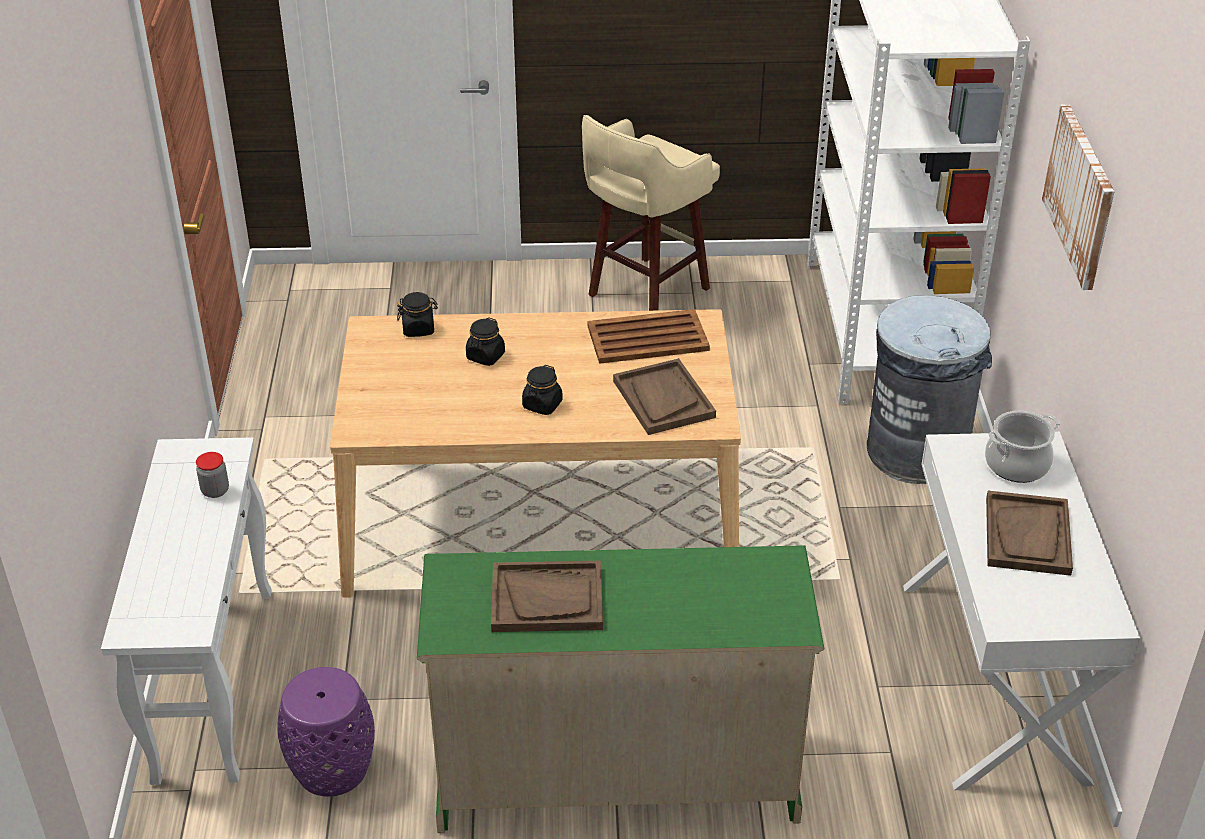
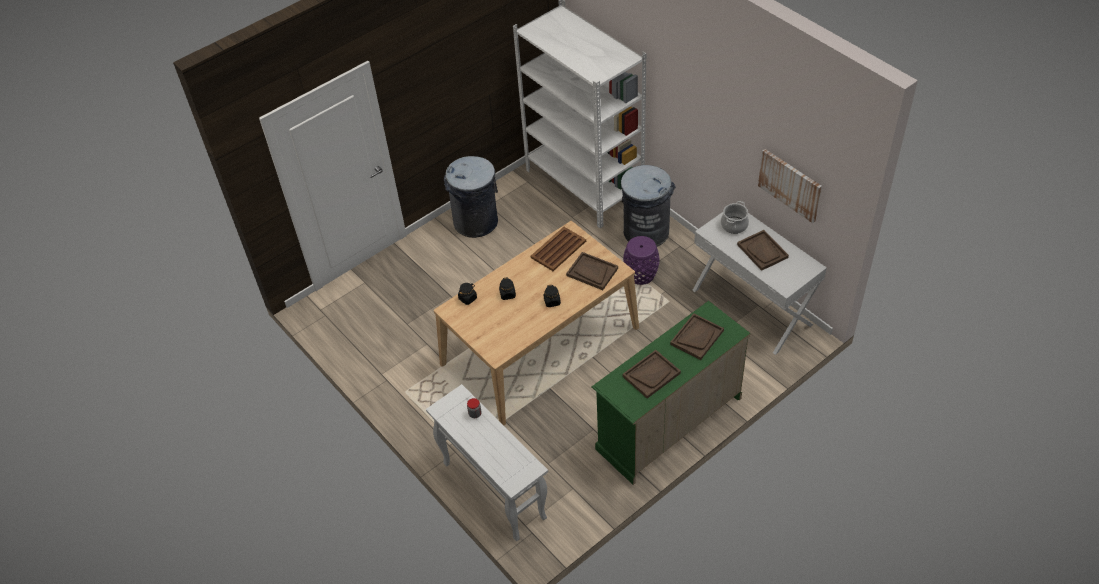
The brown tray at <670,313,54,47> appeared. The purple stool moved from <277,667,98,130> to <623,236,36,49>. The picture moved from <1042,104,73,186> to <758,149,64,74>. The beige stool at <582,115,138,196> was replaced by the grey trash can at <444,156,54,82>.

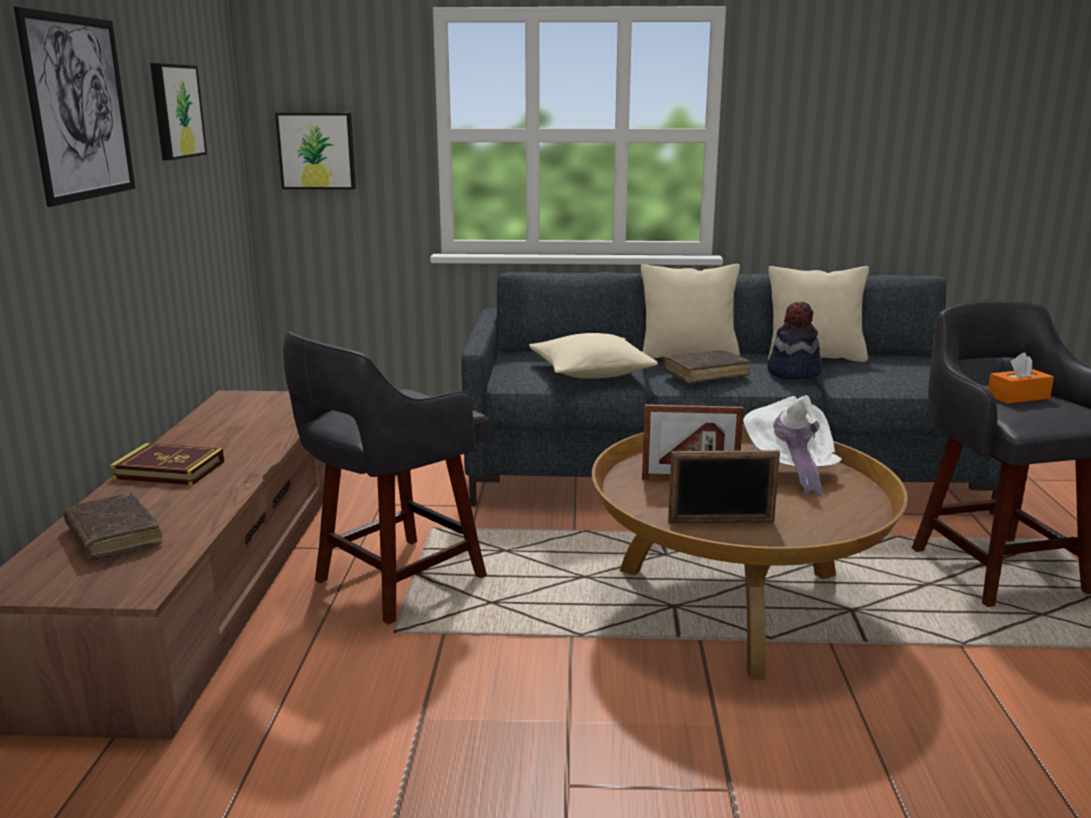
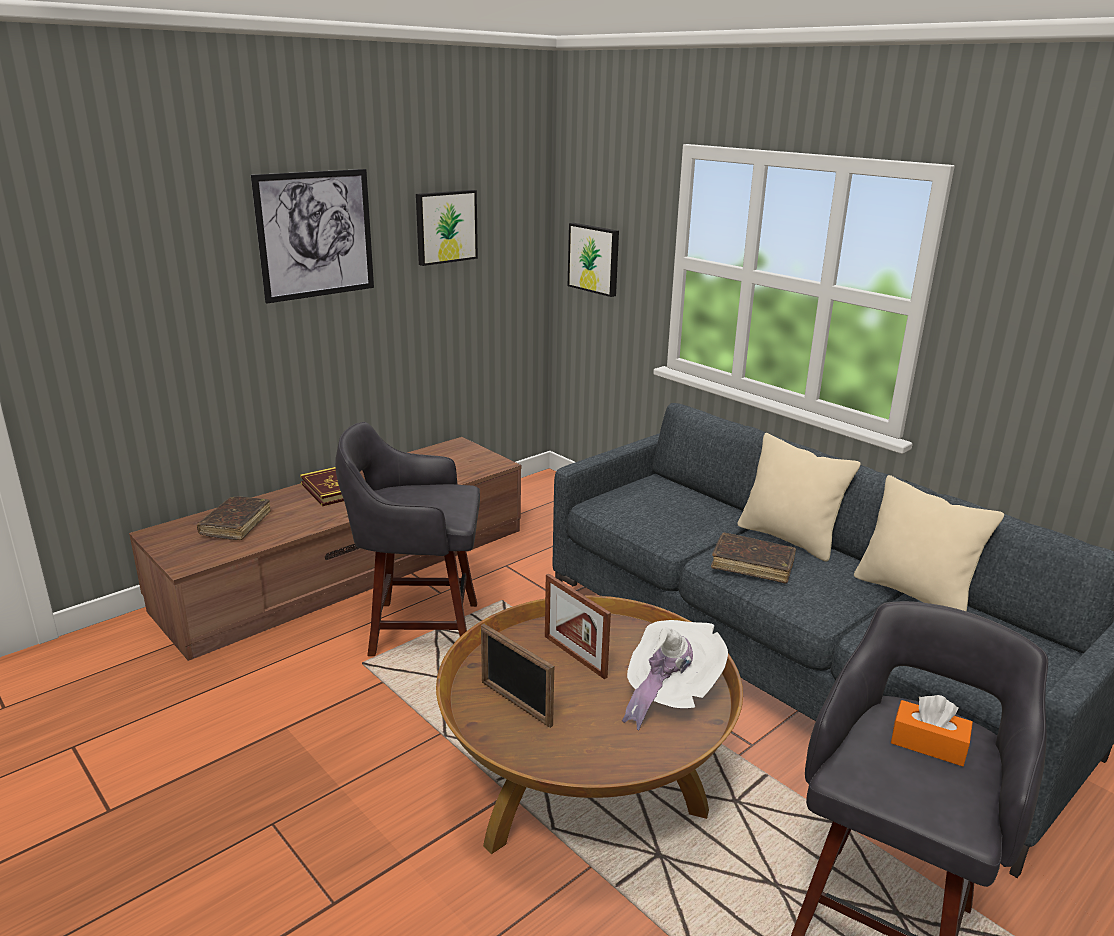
The beige pillow at <529,333,129,46> disappeared. The hat at <768,302,53,78> disappeared.

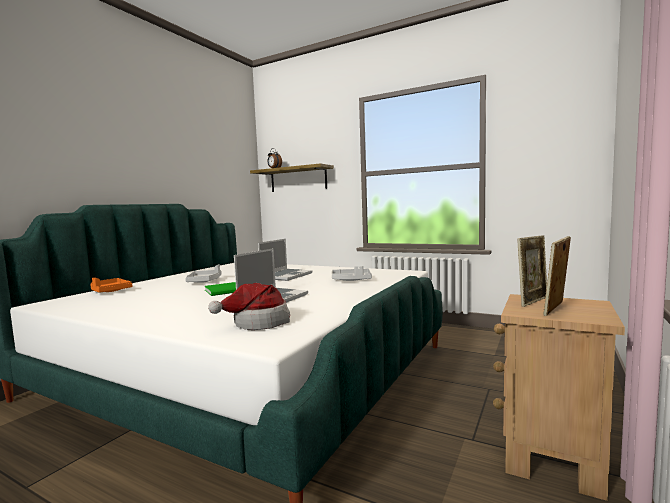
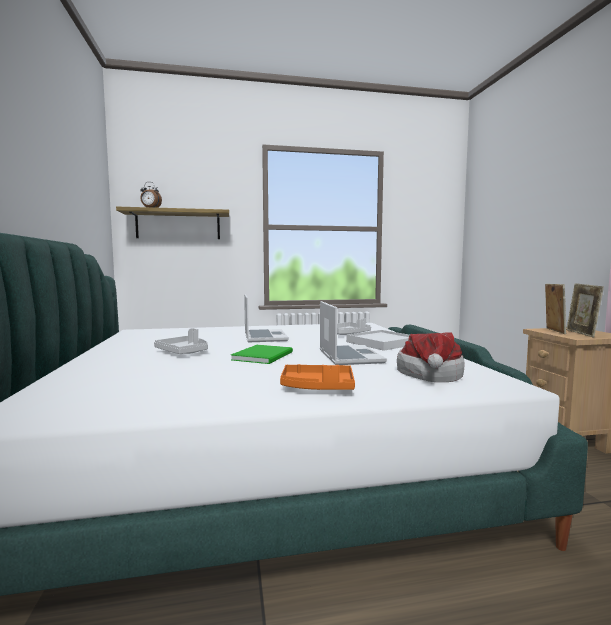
The white tray at <346,330,64,21> appeared. The orange tray moved from <90,277,42,16> to <280,364,75,26>.

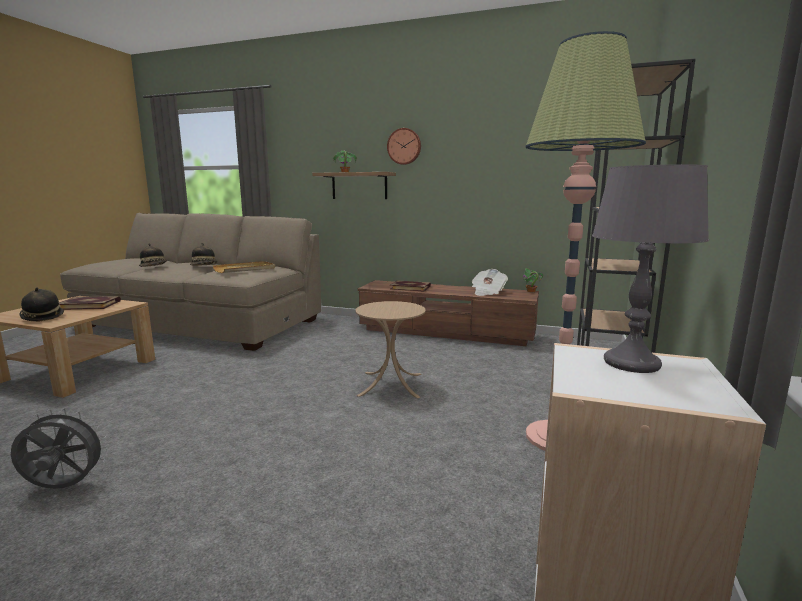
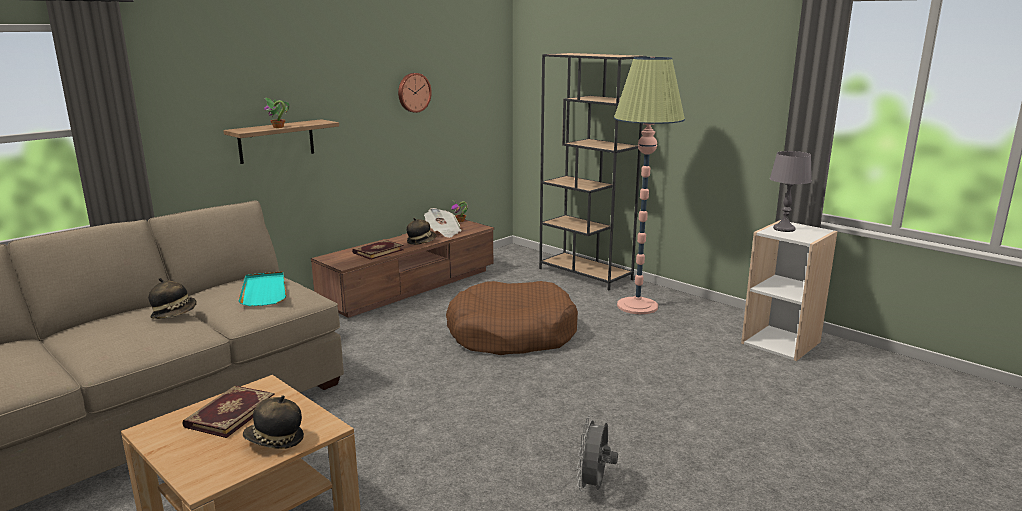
The hat moved from <139,244,28,23> to <406,218,30,27>. The wall clock moved from <387,128,34,37> to <398,73,34,40>. The beige side table at <355,301,71,98> was replaced by the brown dog bed at <446,281,132,74>. The beige tray at <212,261,63,12> became the turquoise tray at <238,271,48,35>.

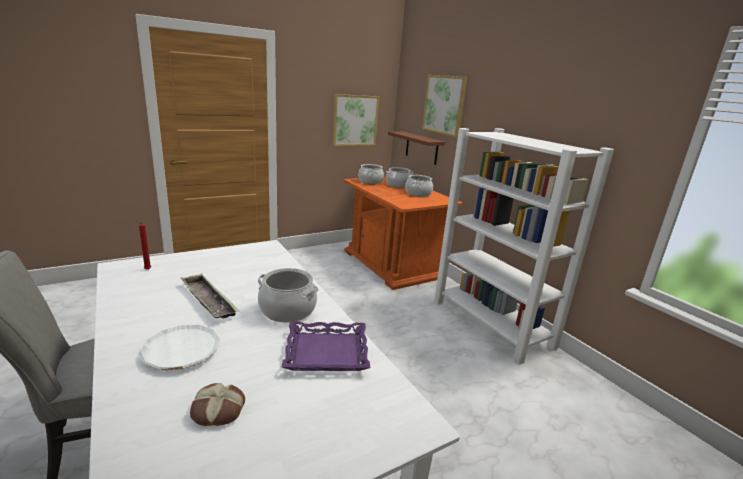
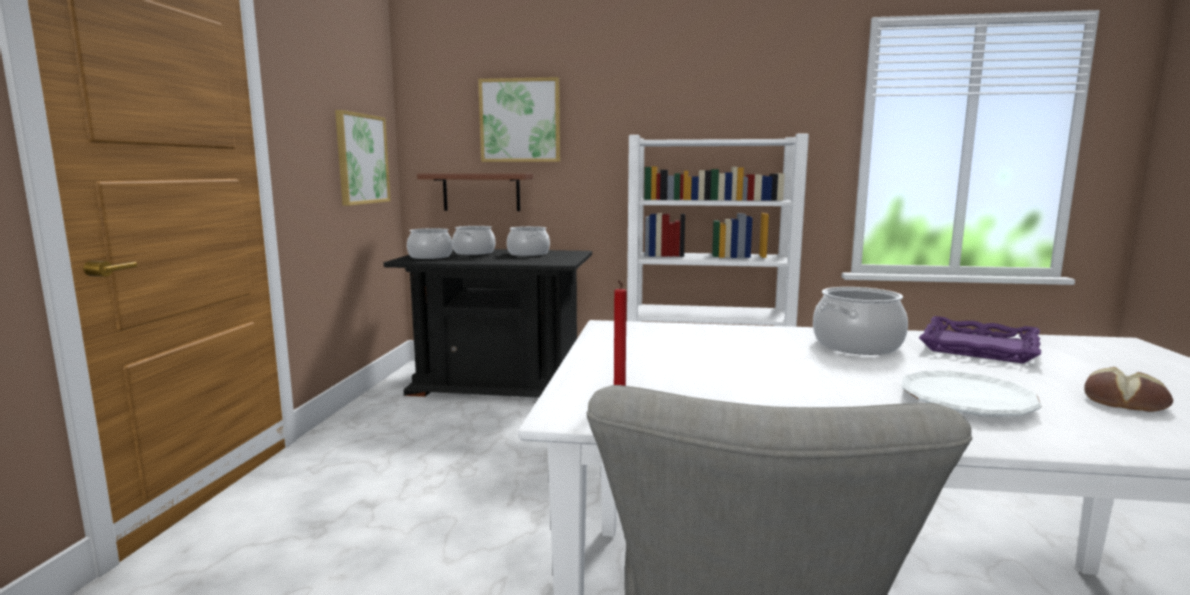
The tray at <180,274,59,44> disappeared. The orange cabinet at <343,177,120,113> became the black cabinet at <384,249,208,149>.

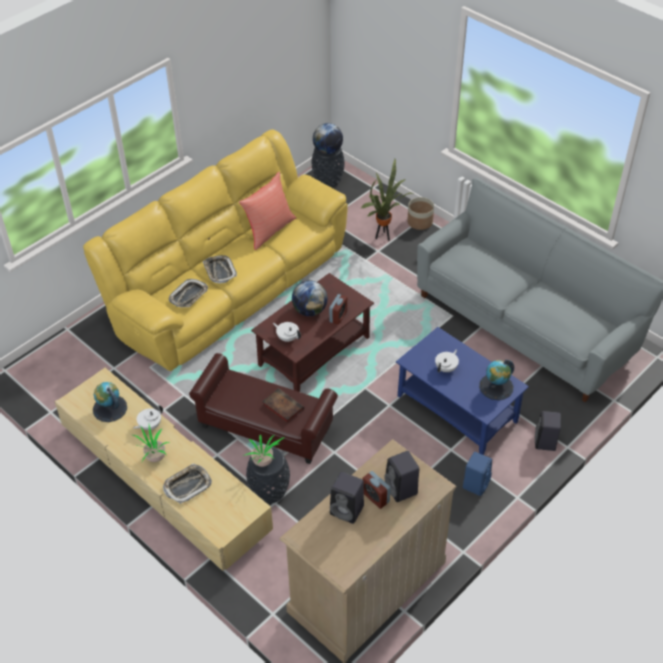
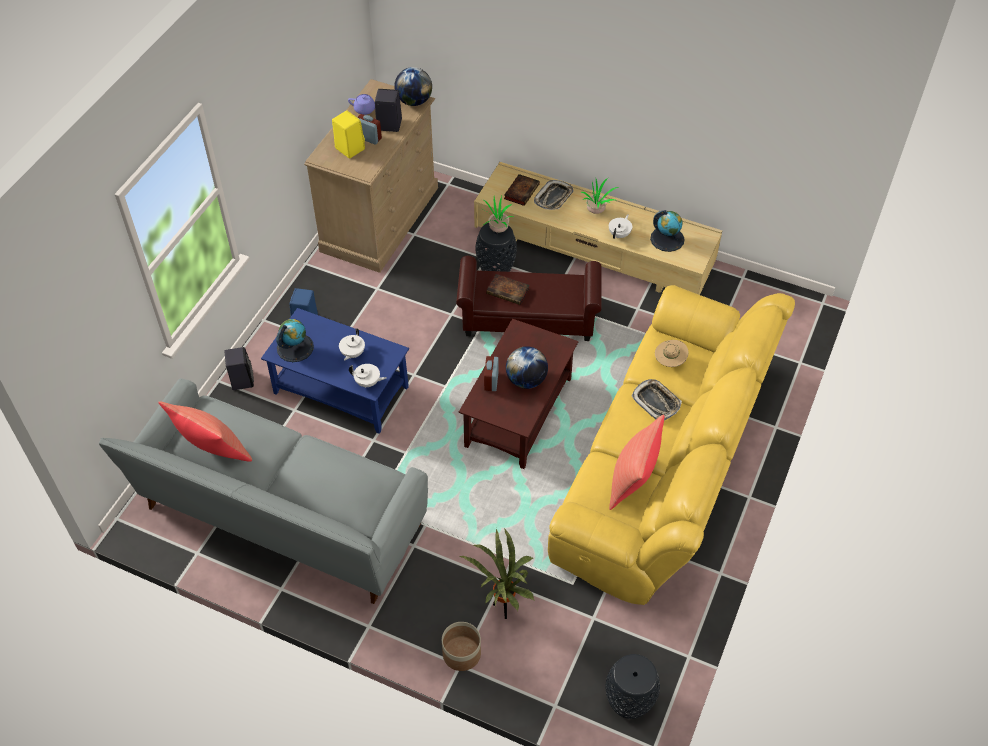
The red pillow at <158,401,94,61> appeared. The purple teapot at <348,94,27,21> appeared. The book at <504,174,36,32> appeared. The white teapot moved from <273,322,28,20> to <349,364,37,24>. The globe moved from <313,123,30,31> to <394,67,38,39>. The tray at <169,279,39,28> was replaced by the beige hat at <655,340,34,27>. The black speaker at <384,451,35,51> became the yellow speaker at <332,111,33,47>.

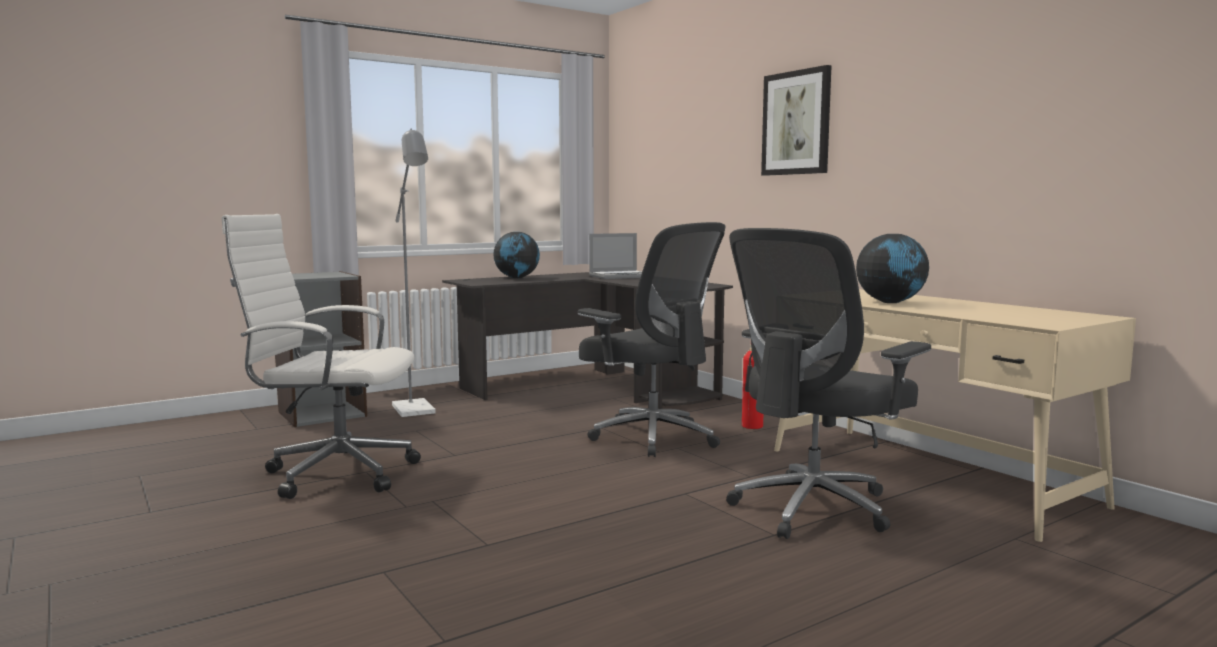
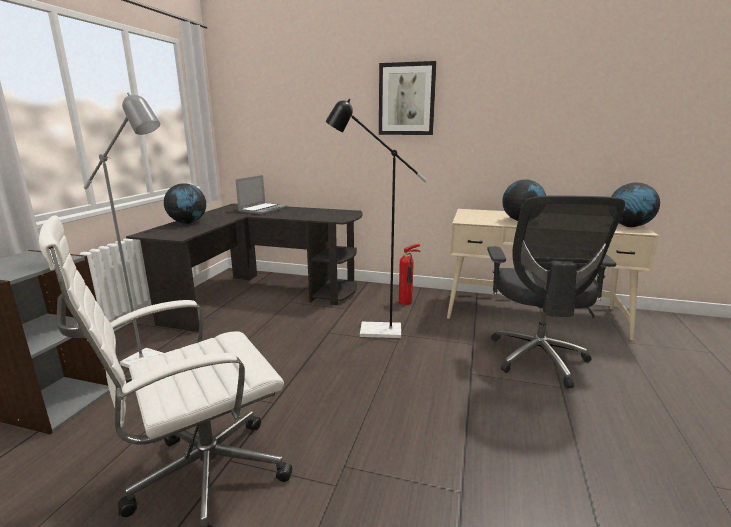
The globe at <611,183,49,44> appeared. The office chair at <578,222,147,235> was replaced by the black floor lamp at <325,99,102,239>.

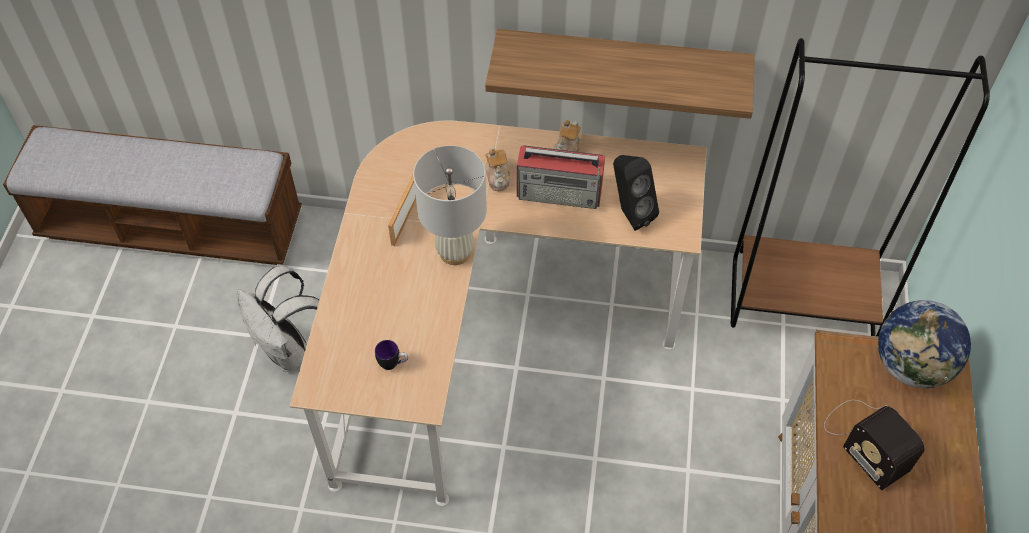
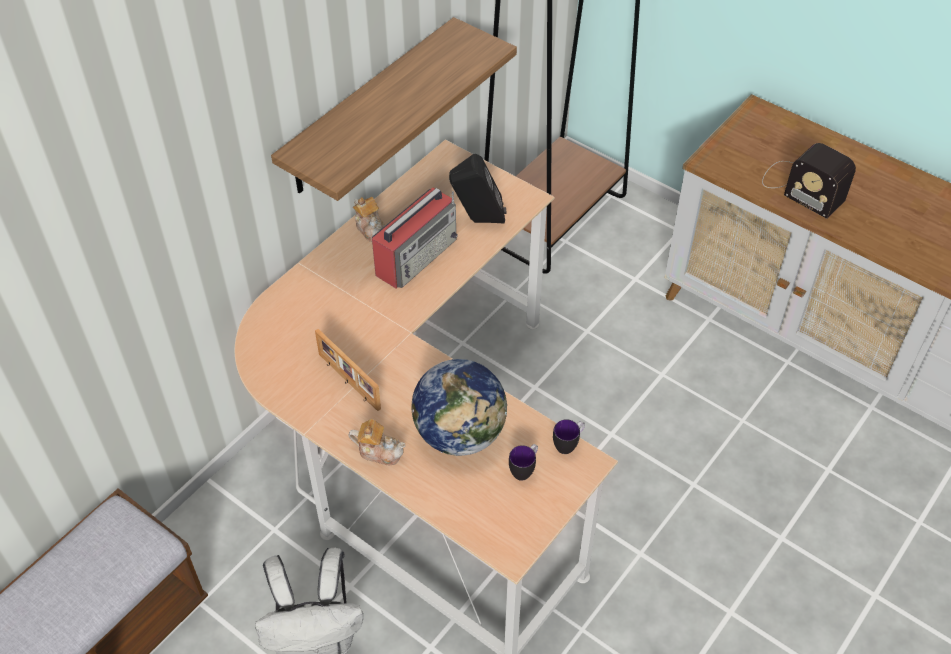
The white table lamp at <413,145,74,120> disappeared. The mug at <553,419,32,35> appeared. The teapot moved from <485,147,25,44> to <349,419,57,46>. The globe moved from <878,300,93,88> to <411,359,96,97>. The radio at <824,400,101,90> turned 45 degrees clockwise.

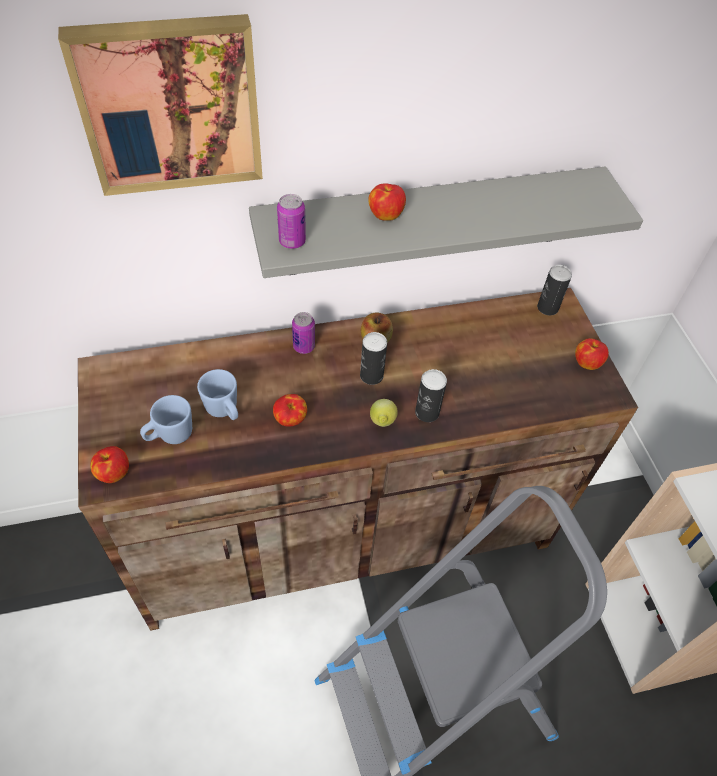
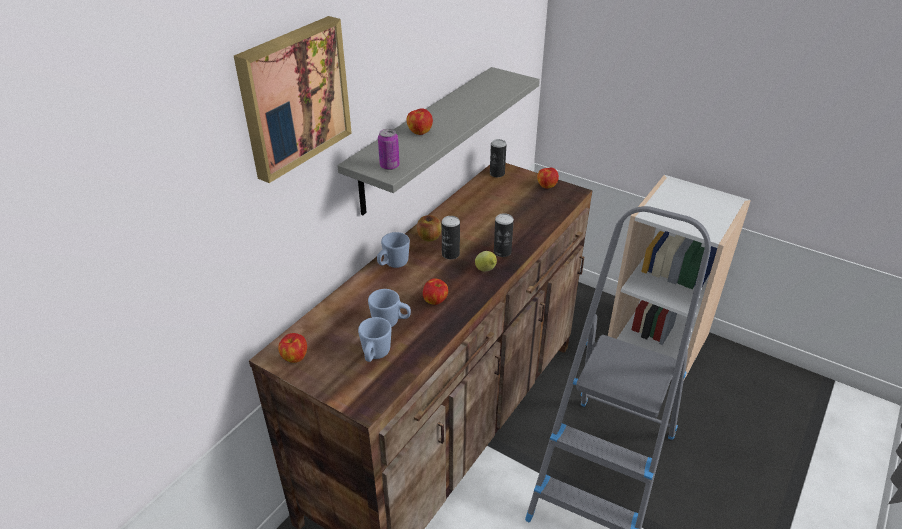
The apple moved from <90,446,39,37> to <278,333,29,30>. The can at <292,312,23,42> was replaced by the blue mug at <377,232,33,36>.

